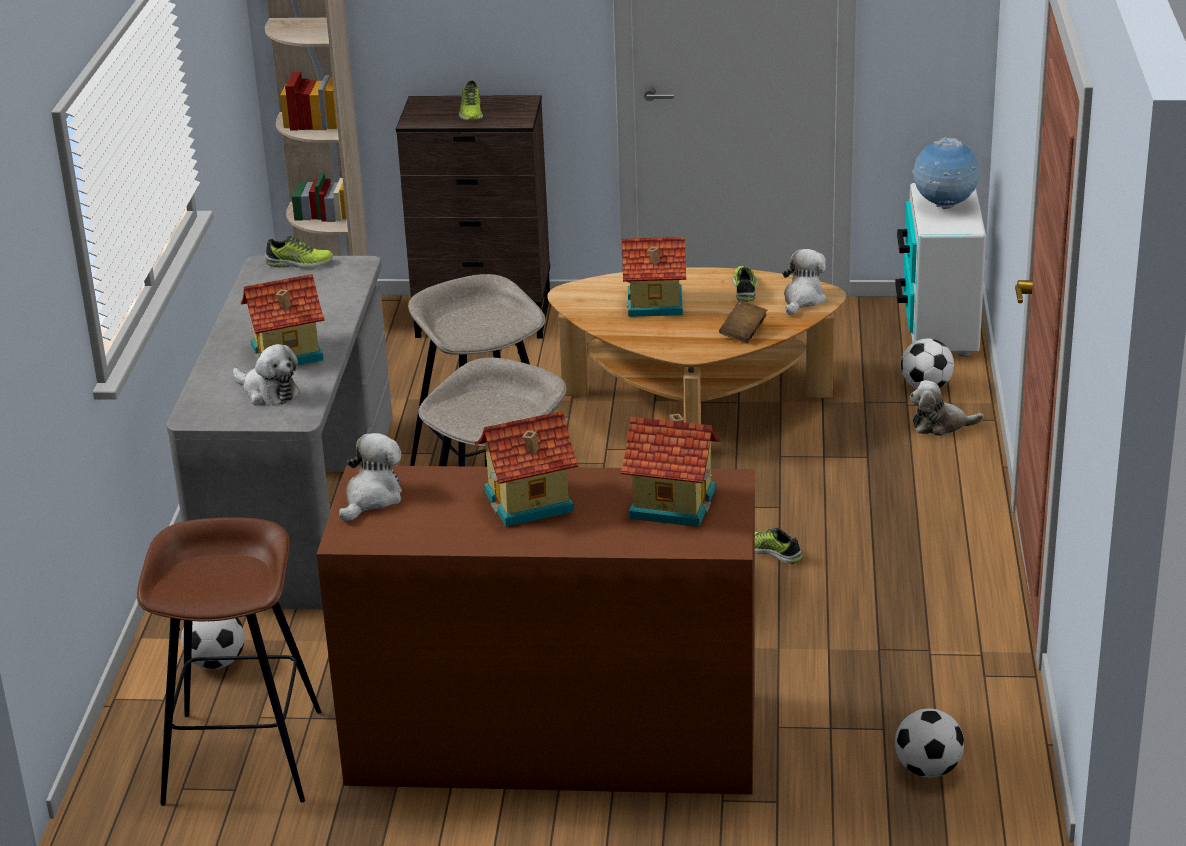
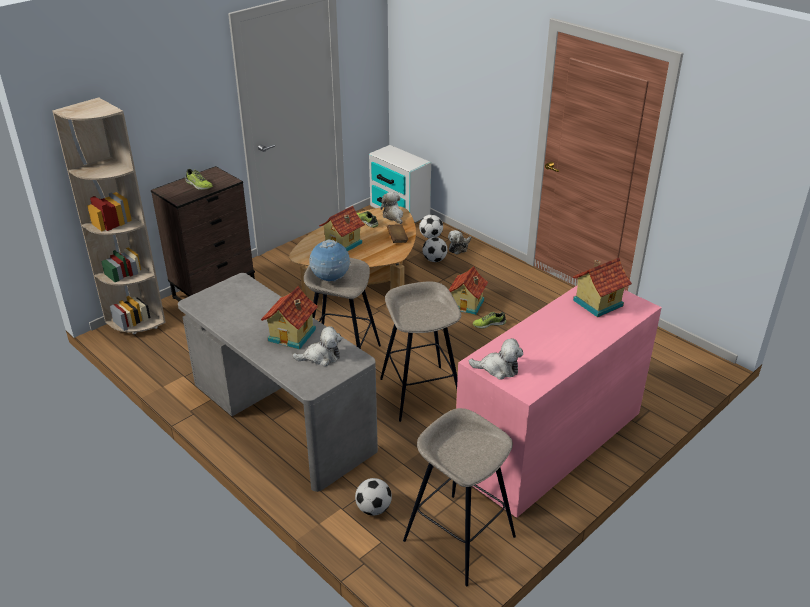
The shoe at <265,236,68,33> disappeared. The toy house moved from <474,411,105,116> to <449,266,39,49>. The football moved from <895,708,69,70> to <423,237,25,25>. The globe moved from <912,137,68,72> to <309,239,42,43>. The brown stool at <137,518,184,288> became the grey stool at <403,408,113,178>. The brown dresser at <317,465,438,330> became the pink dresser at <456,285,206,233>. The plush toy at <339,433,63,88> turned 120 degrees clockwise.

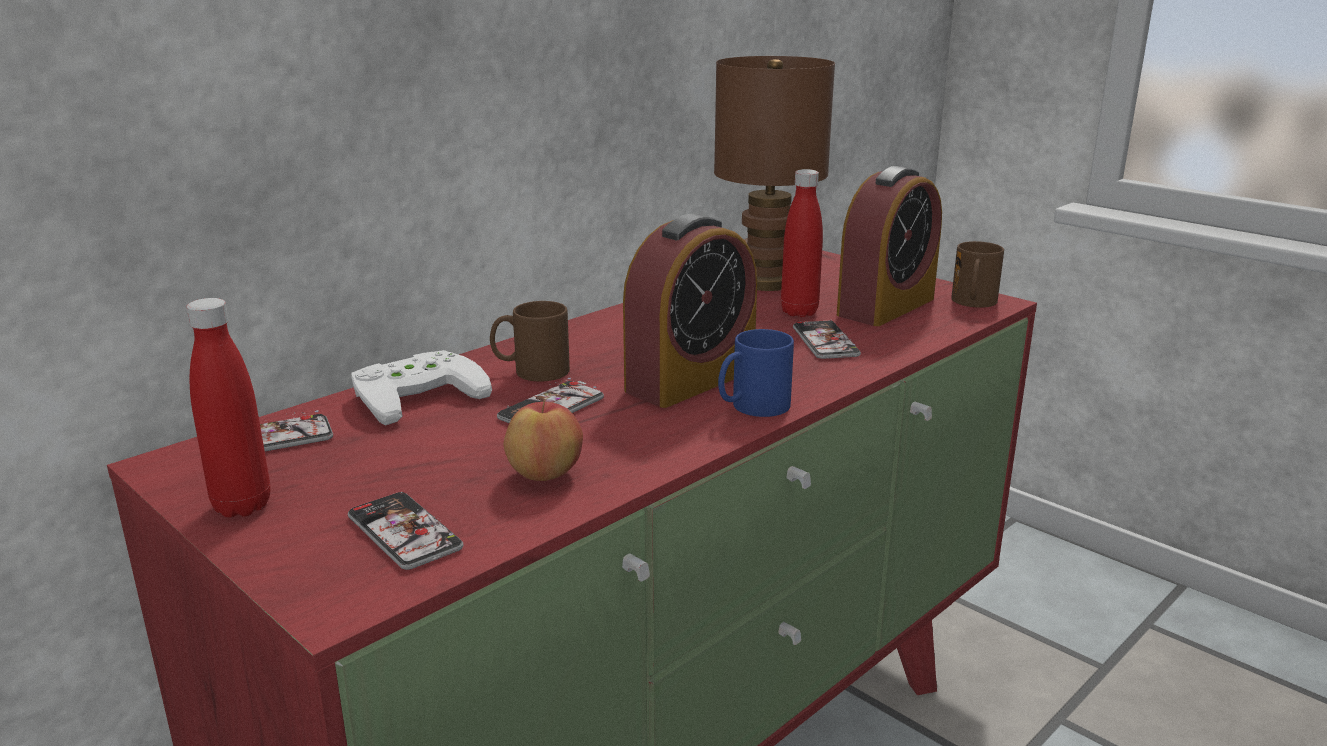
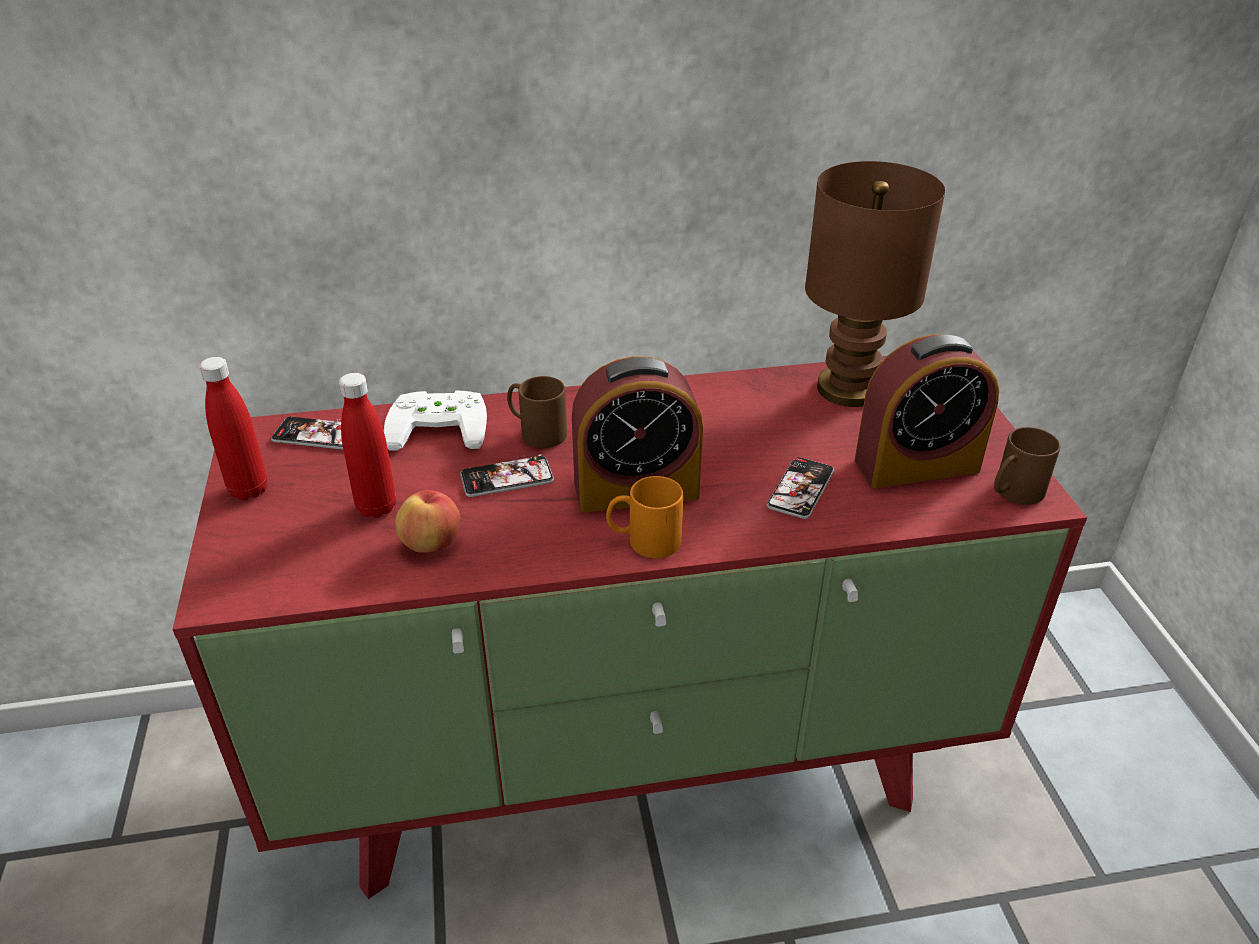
The phone at <348,492,115,78> disappeared. The red bottle moved from <781,169,42,148> to <339,373,57,145>. The blue mug at <718,329,76,88> became the orange mug at <606,476,77,82>.

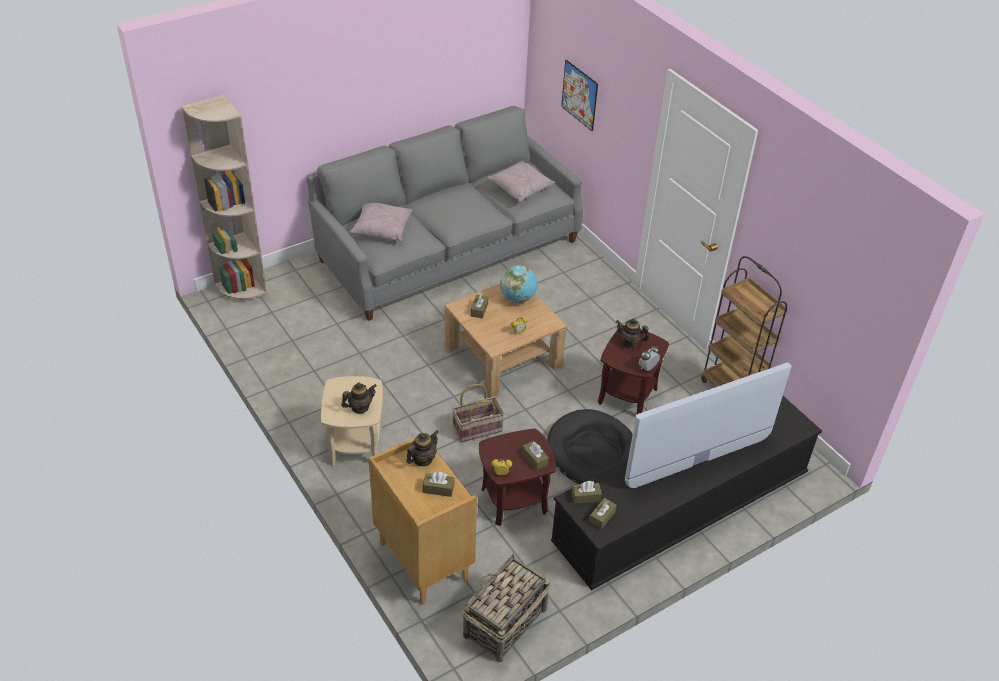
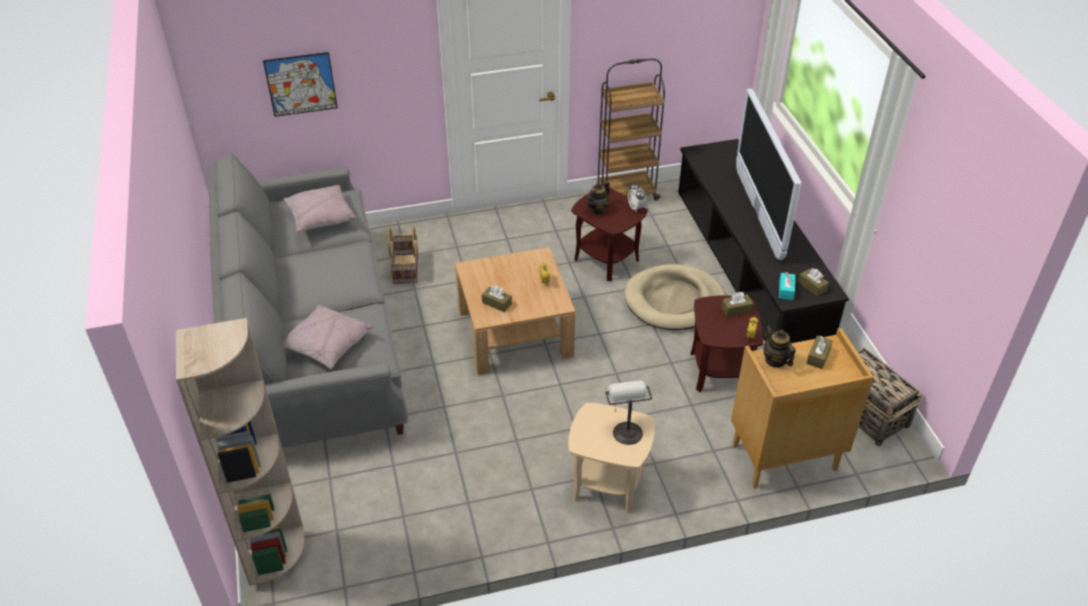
The globe at <500,265,38,38> disappeared. The basket moved from <452,383,52,60> to <388,226,30,58>. The teapot at <341,383,36,31> was replaced by the table lamp at <605,380,47,65>. The black dog bed at <547,409,86,75> became the beige dog bed at <624,264,101,66>. The brown tissue box at <571,481,31,23> became the turquoise tissue box at <779,272,16,28>.

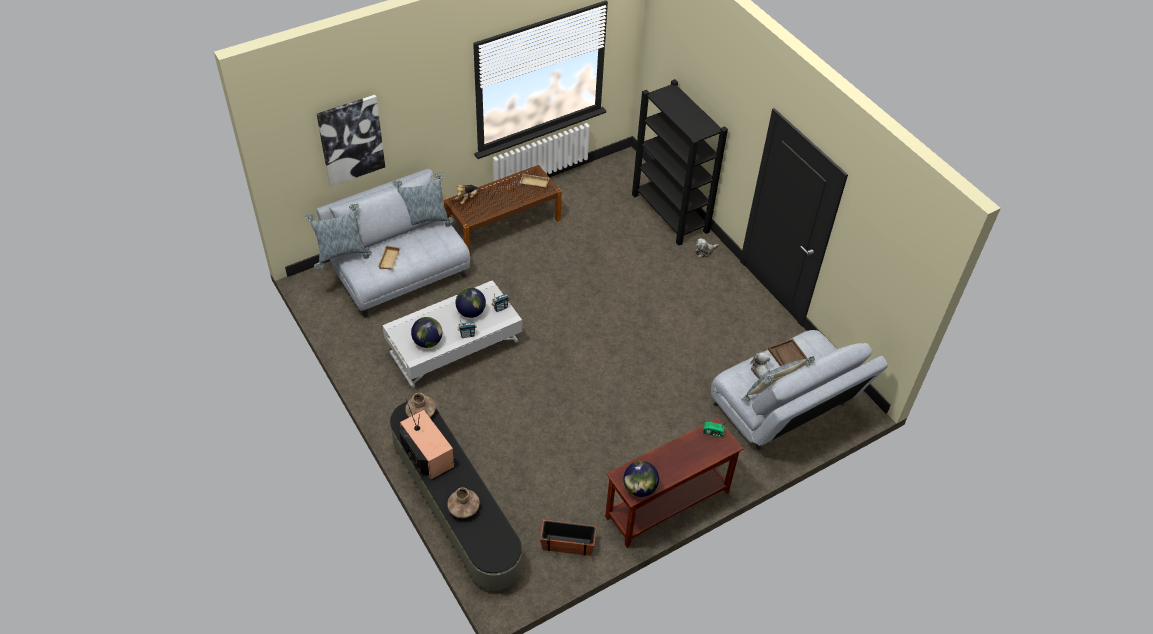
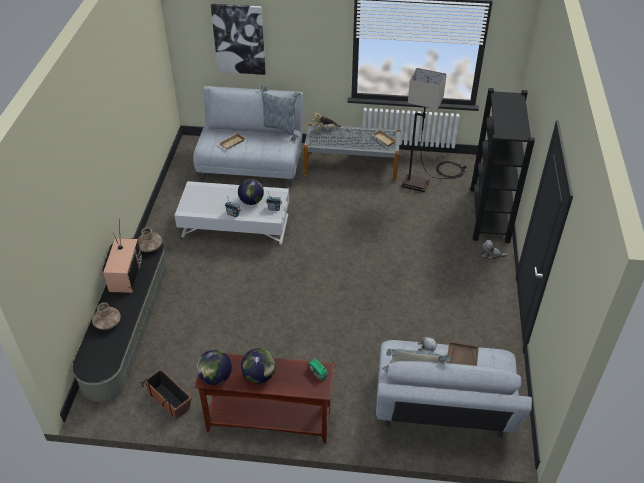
The pillow at <305,204,67,65> disappeared. The floor lamp at <401,68,66,124> appeared. The globe moved from <411,317,31,31> to <241,348,35,35>. The brown bench at <444,164,118,93> became the grey bench at <304,124,96,58>.

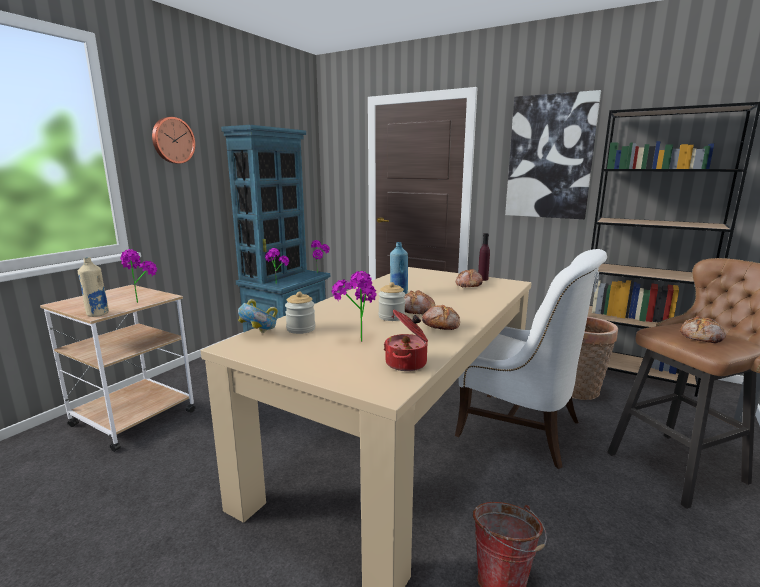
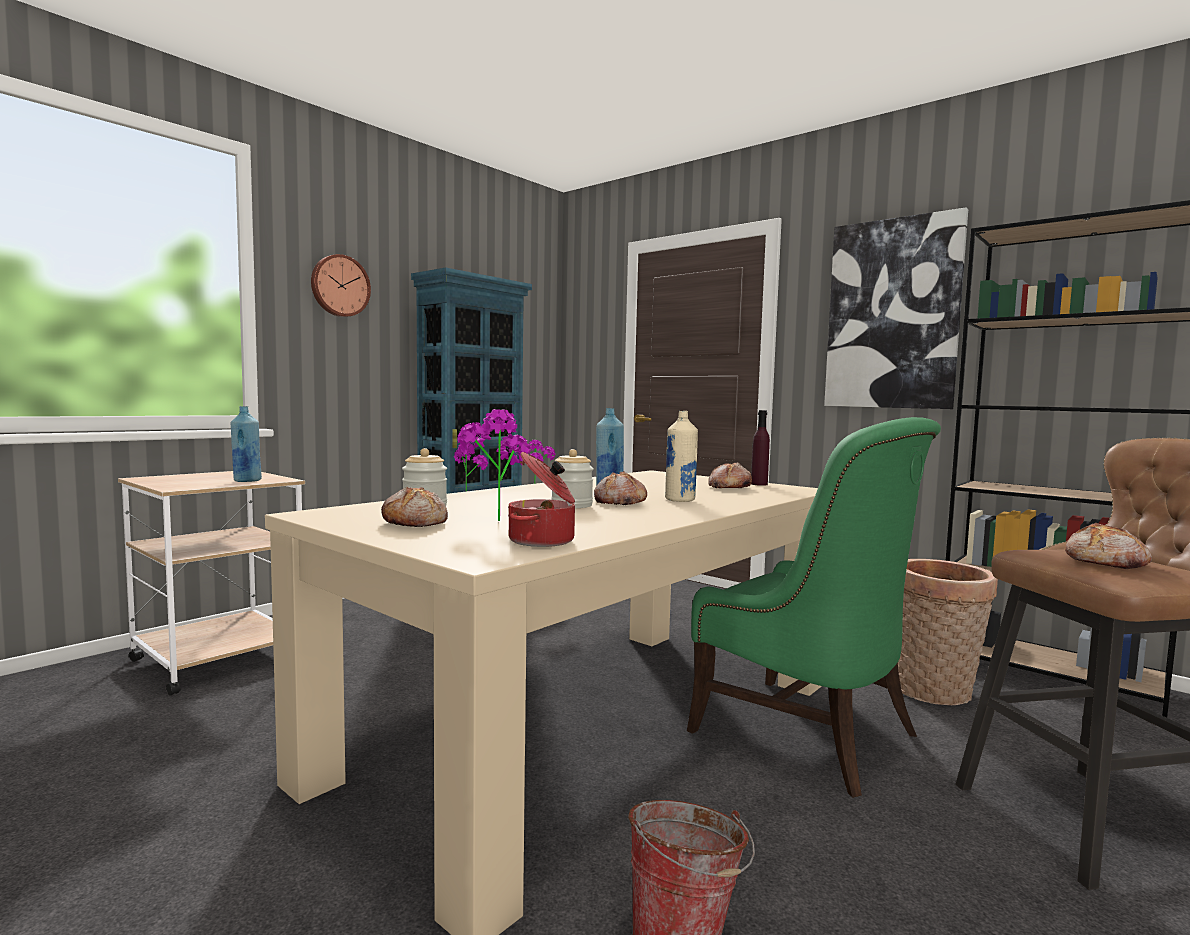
The bowl at <238,299,40,34> disappeared. The beige bottle moved from <78,257,31,60> to <665,411,33,91>. The bread moved from <422,305,38,25> to <381,487,67,40>. The potted plant at <120,249,37,54> was replaced by the blue bottle at <231,406,31,76>. The white chair at <455,249,152,220> became the green chair at <687,417,254,381>.

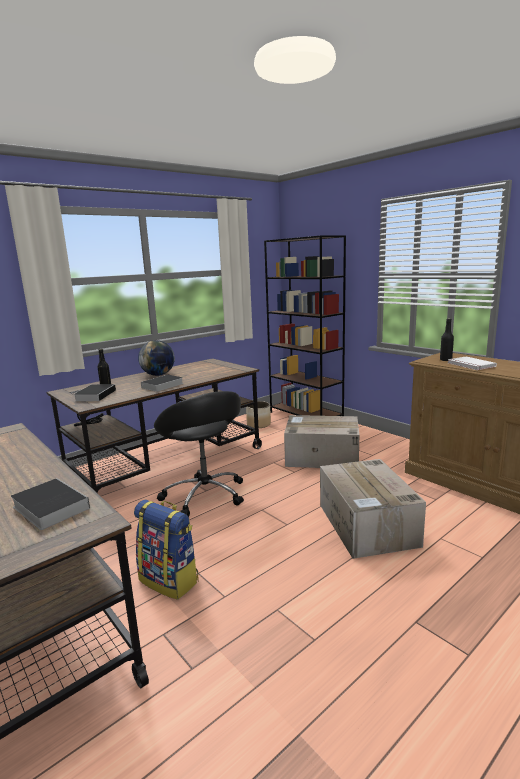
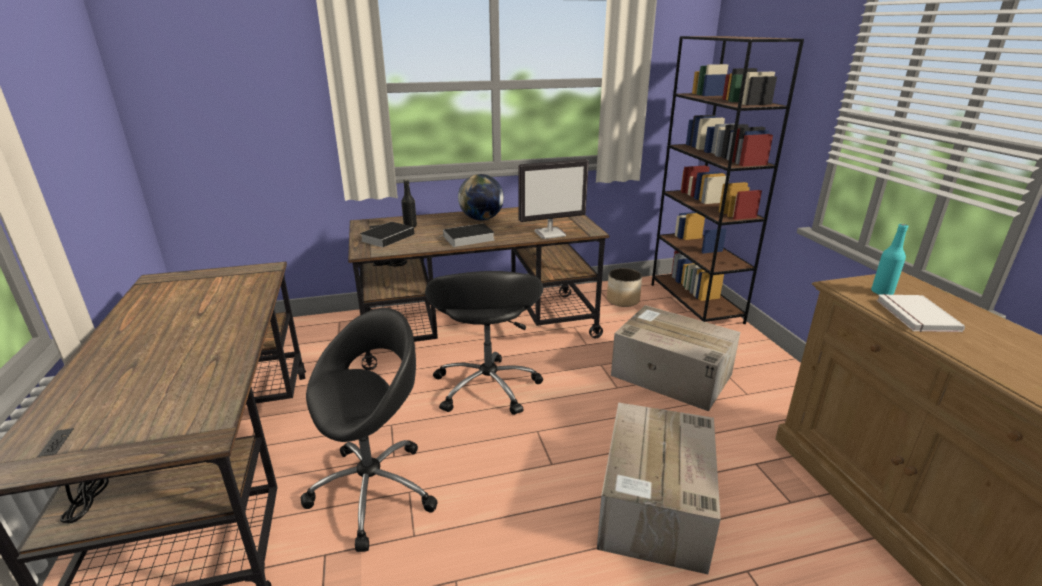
The book at <11,478,79,52> disappeared. The monitor at <518,159,71,80> appeared. The backpack at <134,500,65,100> was replaced by the black office chair at <301,308,137,244>. The black bottle at <440,318,14,43> became the turquoise bottle at <871,224,37,71>.

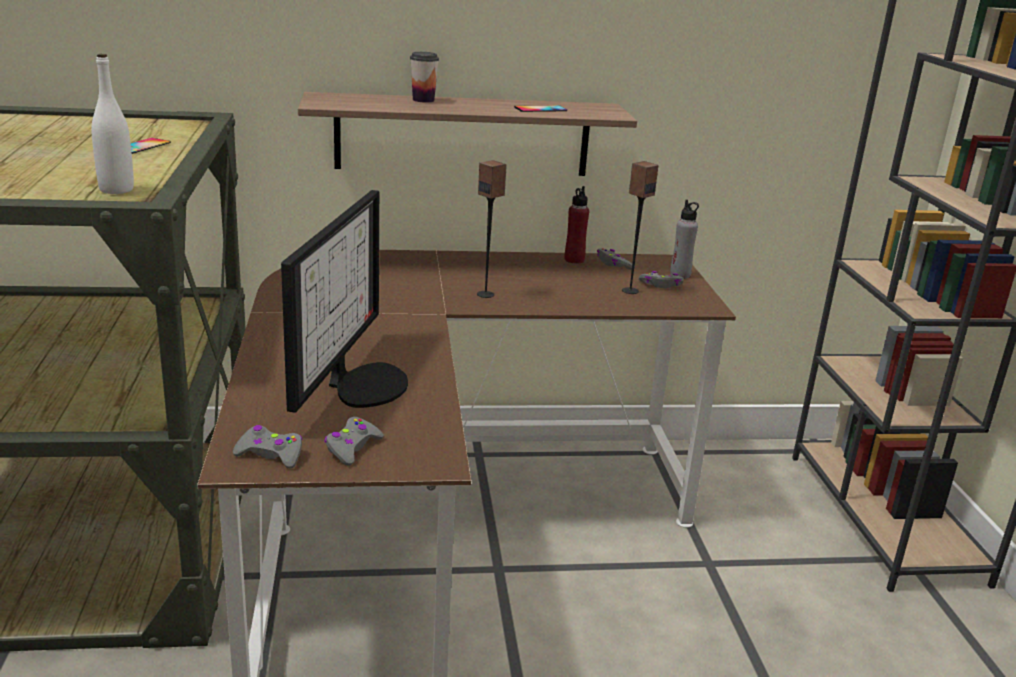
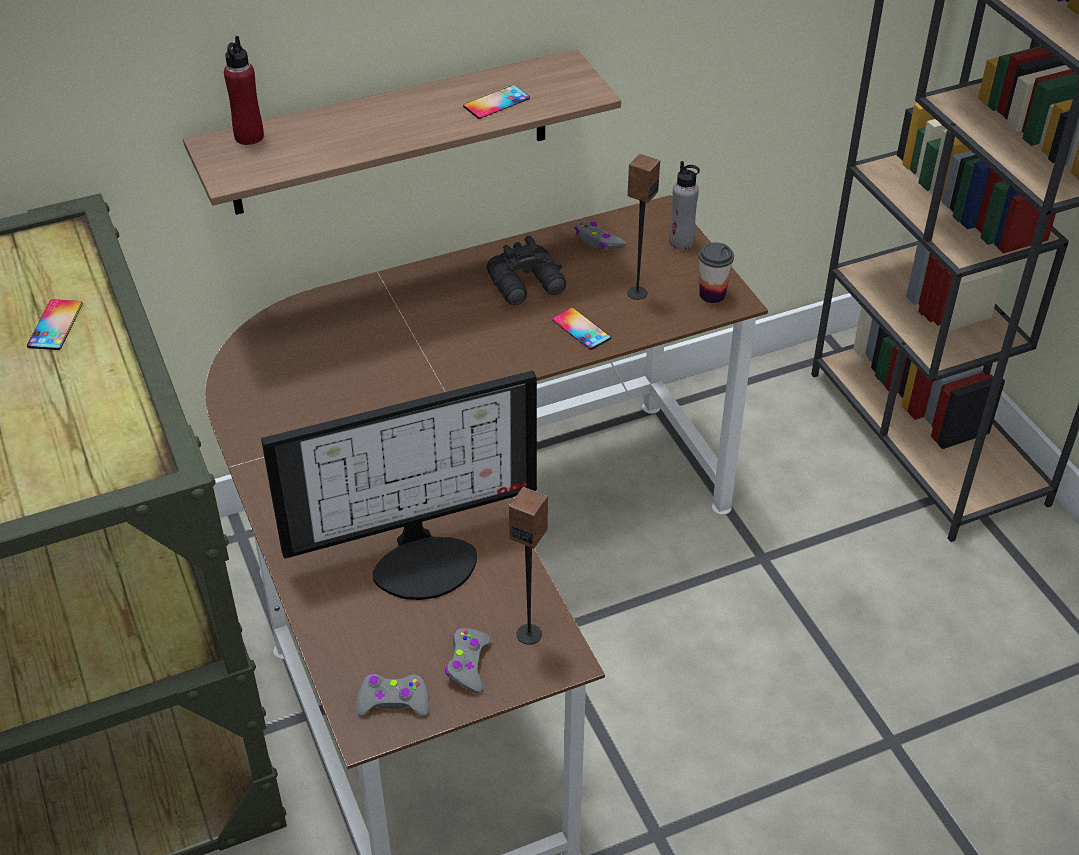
The white bottle at <91,54,43,140> disappeared. The grey game controller at <639,271,45,17> disappeared. The black binoculars at <487,236,79,69> appeared. The phone at <552,307,59,43> appeared. The cup moved from <410,52,29,51> to <699,242,35,61>. The speaker moved from <477,160,30,138> to <509,487,39,158>. The red bottle moved from <565,186,24,78> to <224,36,40,109>. The monitor at <281,190,127,223> turned 75 degrees clockwise.

